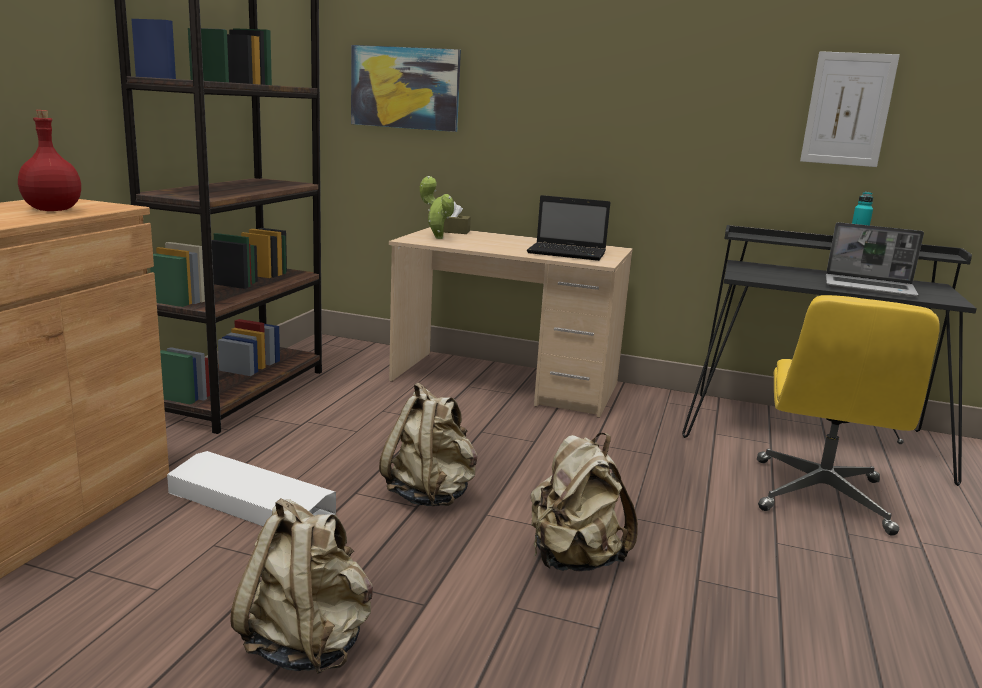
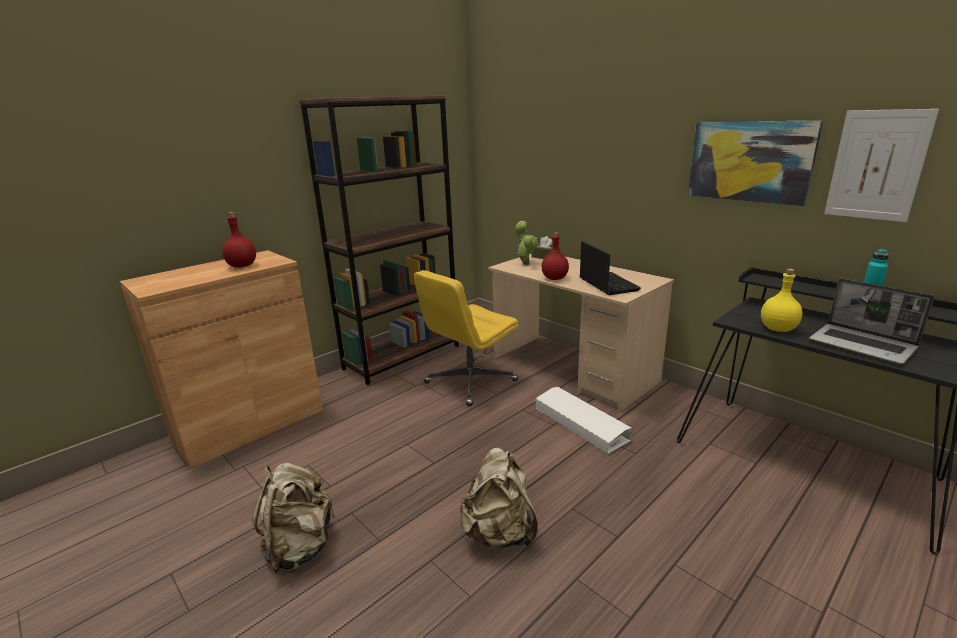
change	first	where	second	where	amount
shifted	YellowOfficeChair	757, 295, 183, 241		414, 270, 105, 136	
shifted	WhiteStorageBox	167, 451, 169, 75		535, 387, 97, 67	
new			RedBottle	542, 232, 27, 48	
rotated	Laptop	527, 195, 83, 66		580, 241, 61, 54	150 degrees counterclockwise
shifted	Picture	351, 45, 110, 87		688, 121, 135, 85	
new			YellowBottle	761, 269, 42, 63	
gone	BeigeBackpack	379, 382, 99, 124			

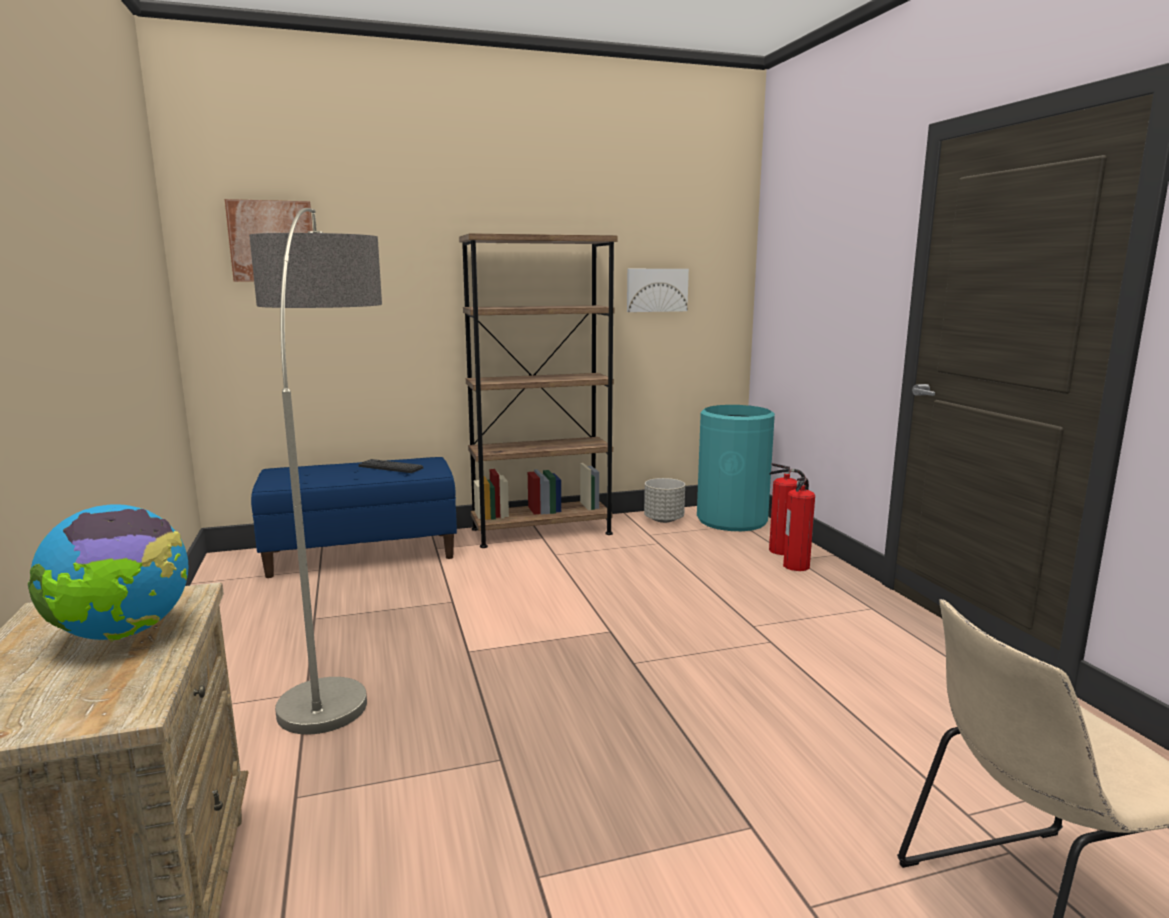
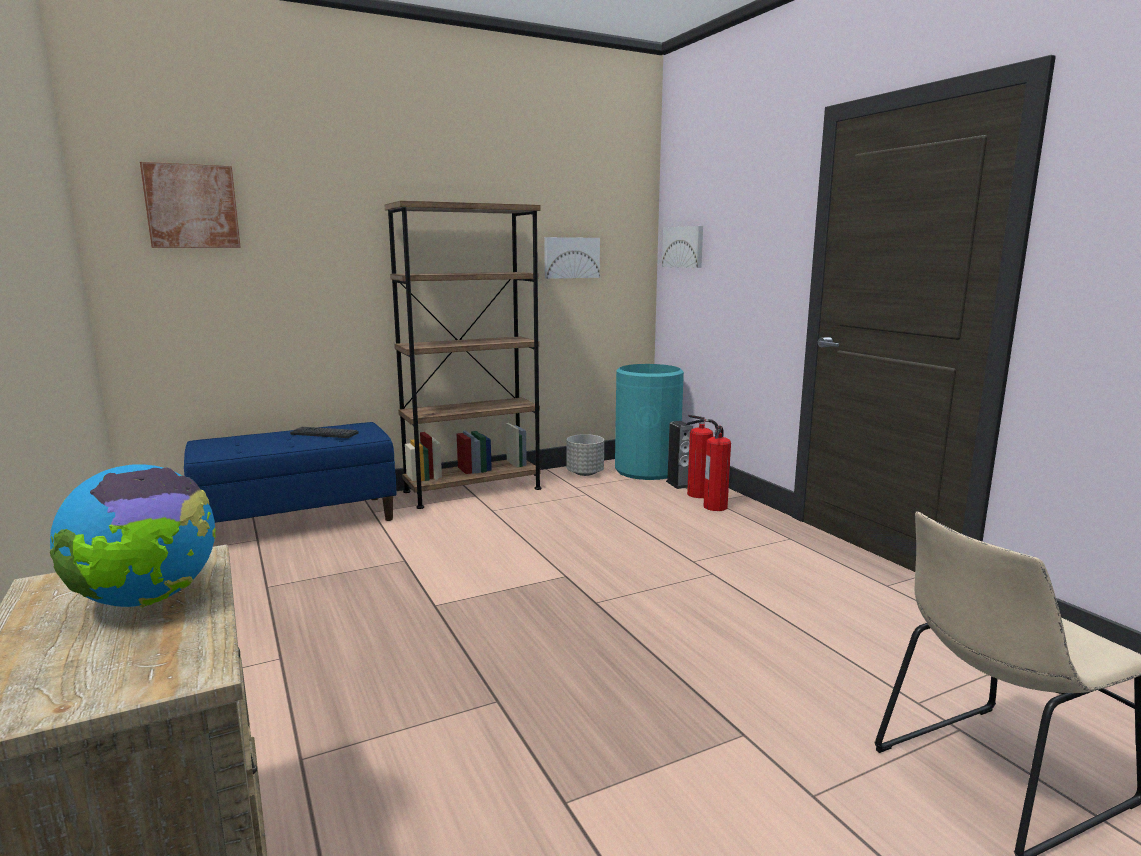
change	first	where	second	where	amount
new			Picture	662, 226, 41, 42	
new			Speaker	666, 421, 27, 68	
gone	FloorLamp	249, 208, 133, 527			

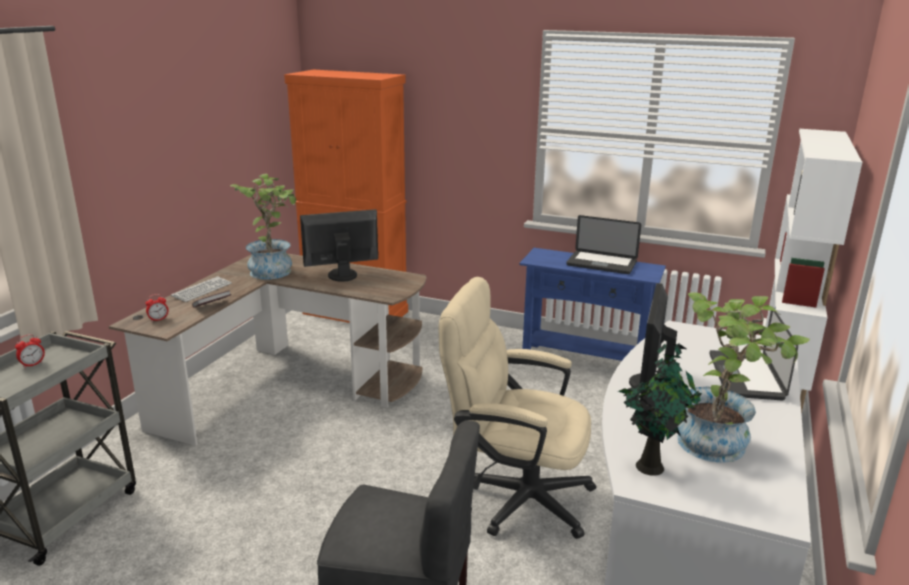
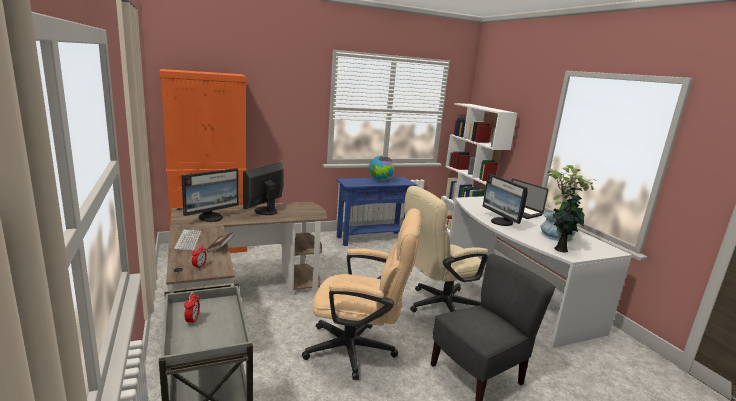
change	first	where	second	where	amount
swapped	PottedPlant	230, 173, 66, 106	Monitor	181, 168, 58, 54	
new			BeigeOfficeChair	302, 208, 119, 172	
swapped	Laptop	566, 215, 75, 59	Globe	369, 156, 25, 25	

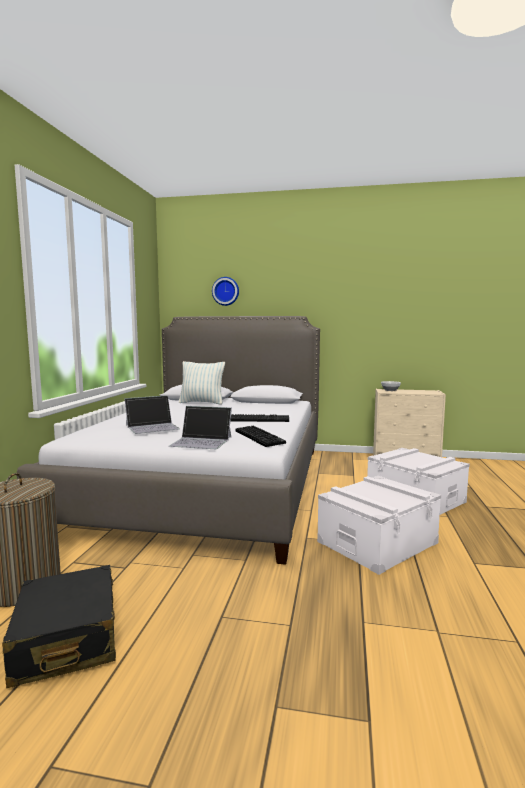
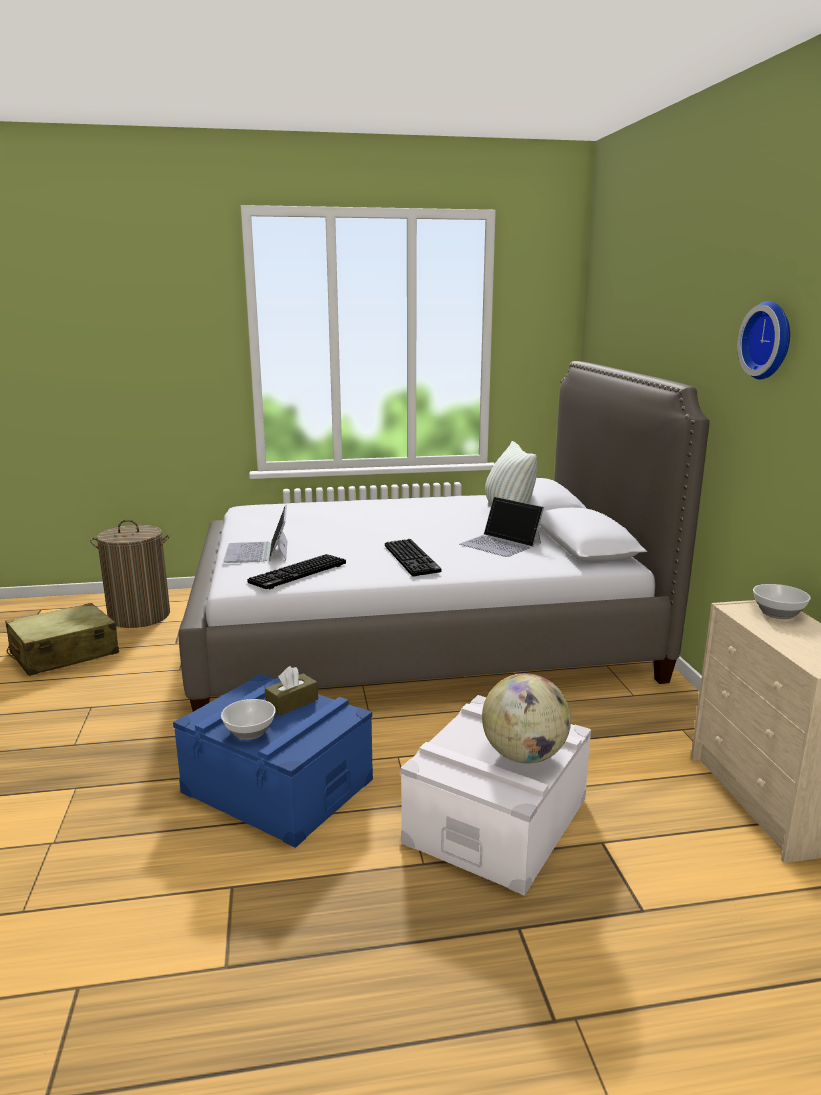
change	first	where	second	where	amount
repainted	BlackSuitcase	2, 565, 114, 123	BeigeSuitcase	5, 603, 114, 73	
repainted	WhiteStorageBox	317, 476, 124, 99	BlueStorageBox	173, 674, 200, 174	
new			Bowl	221, 699, 55, 41	
new			BrownTissueBox	265, 666, 53, 50	
shifted	Laptop	125, 395, 55, 39		459, 497, 85, 60	
new			Globe	482, 673, 89, 91	
shifted	WallClock	212, 277, 27, 29		737, 301, 53, 78	

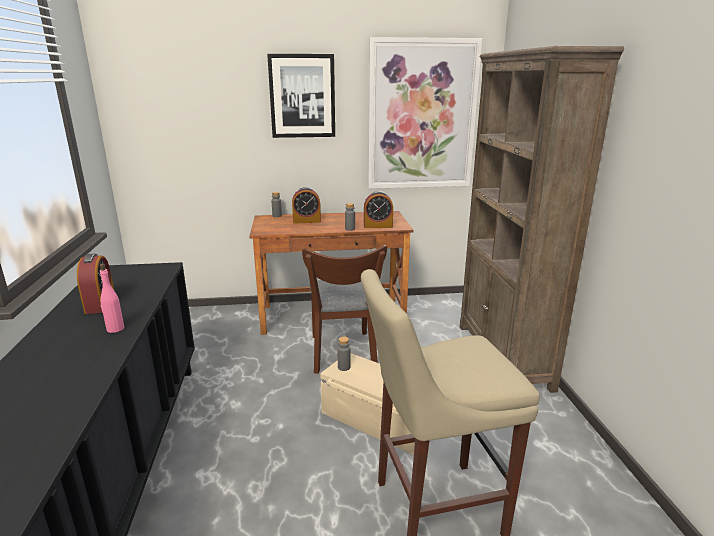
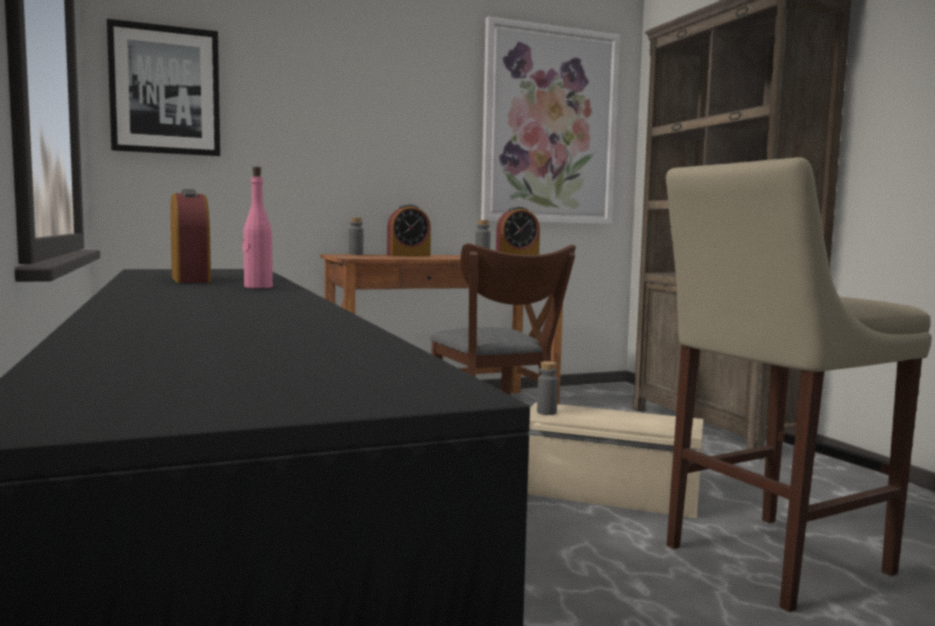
change	first	where	second	where	amount
shifted	Picture	267, 54, 68, 84		107, 19, 113, 137	

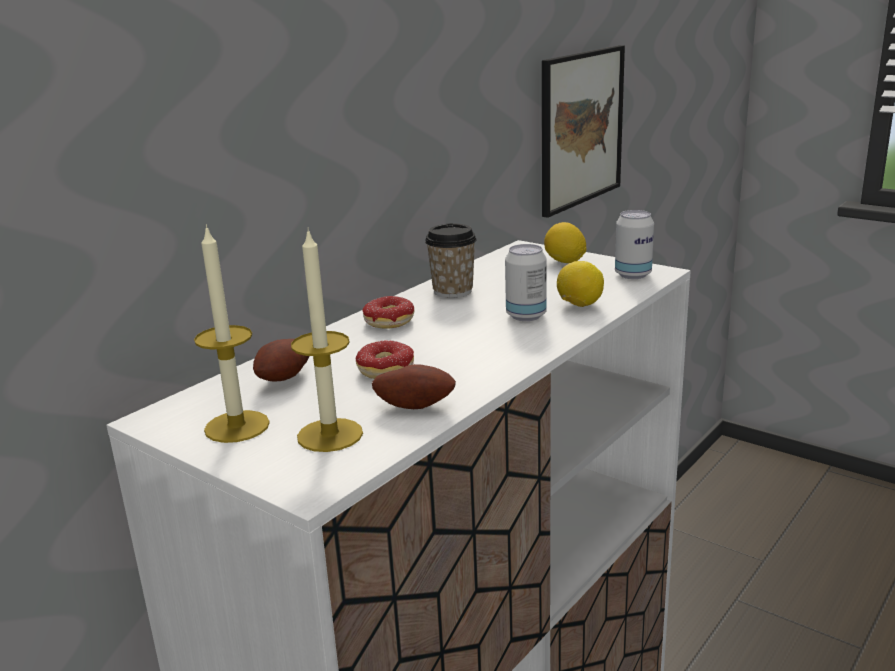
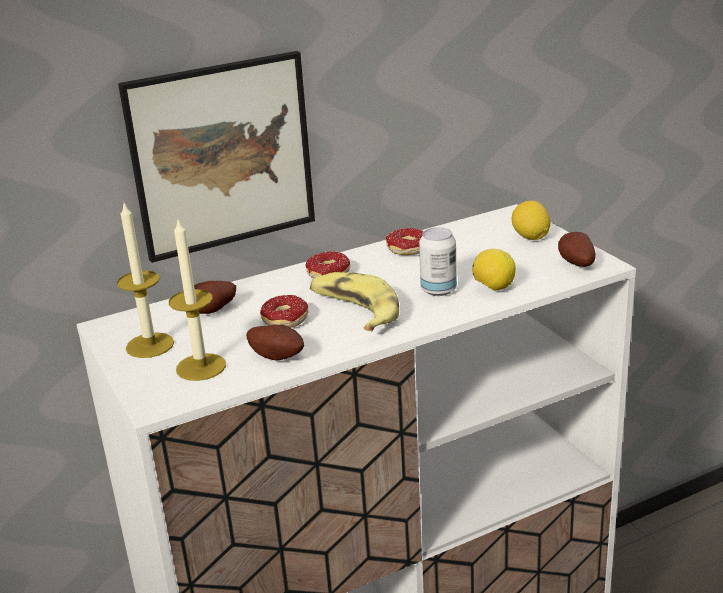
change	first	where	second	where	amount
shifted	Picture	542, 45, 83, 173		118, 51, 197, 212	
new			Banana	310, 272, 89, 59	
swapped	Cup	425, 223, 52, 75	Donut	386, 228, 38, 27	
swapped	Can	615, 210, 39, 69	Potato	558, 232, 38, 35	

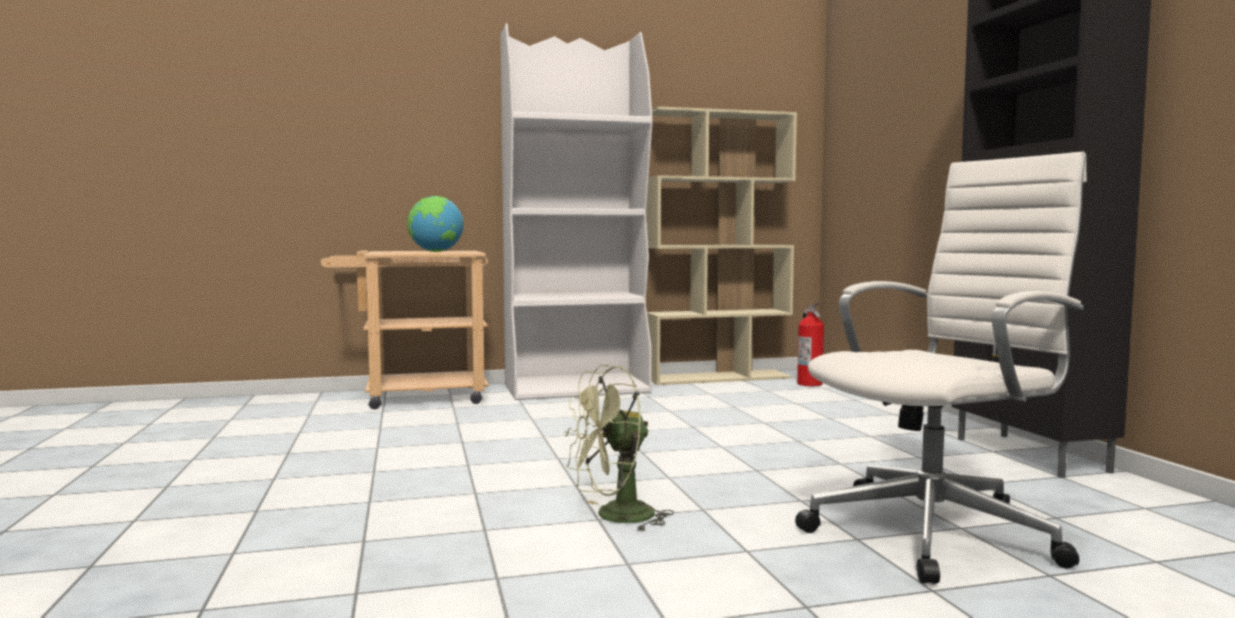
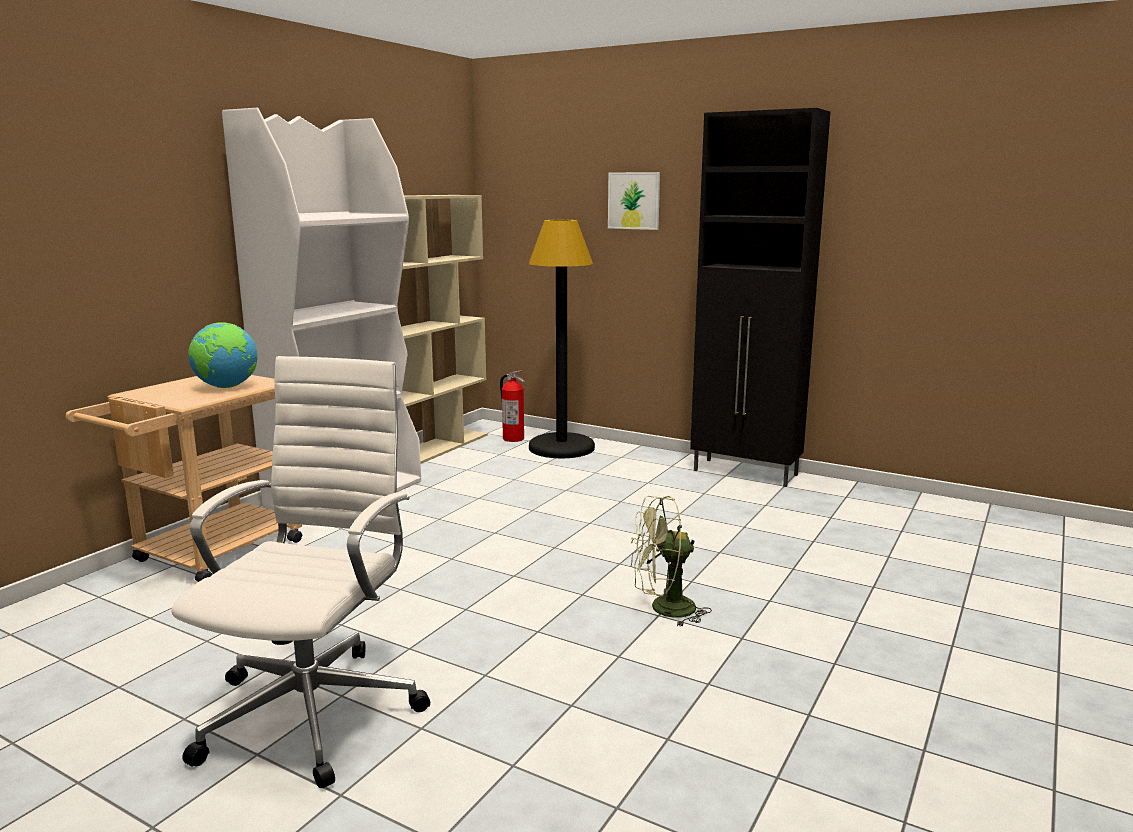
change	first	where	second	where	amount
shifted	WhiteOfficeChair	795, 152, 292, 432		172, 356, 258, 432	
new			BlackFloorLamp	529, 220, 66, 238	
new			Picture	608, 172, 52, 58	
rotated	GreenFan	564, 365, 110, 166		630, 496, 82, 131	60 degrees clockwise

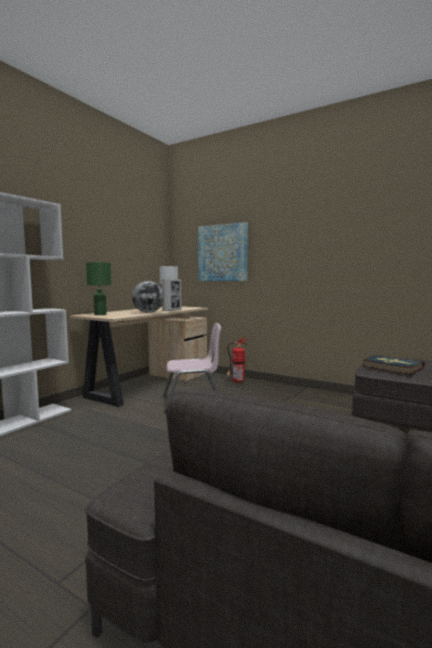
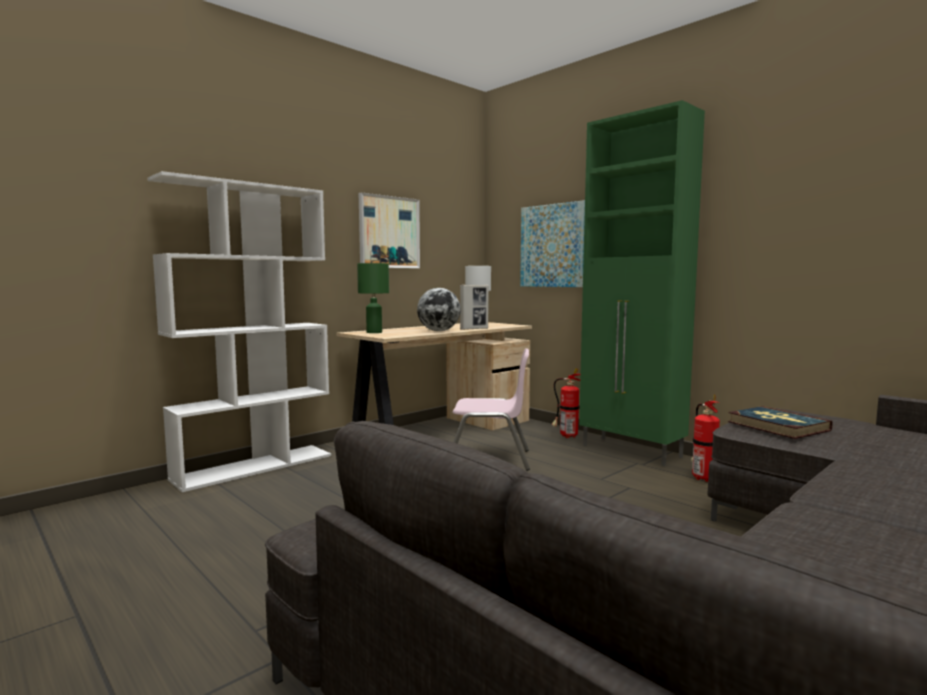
change	first	where	second	where	amount
new			Picture	359, 192, 61, 76	
new			GreenCabinet	579, 100, 126, 366	
new			FireExtinguisher	691, 394, 29, 88	

